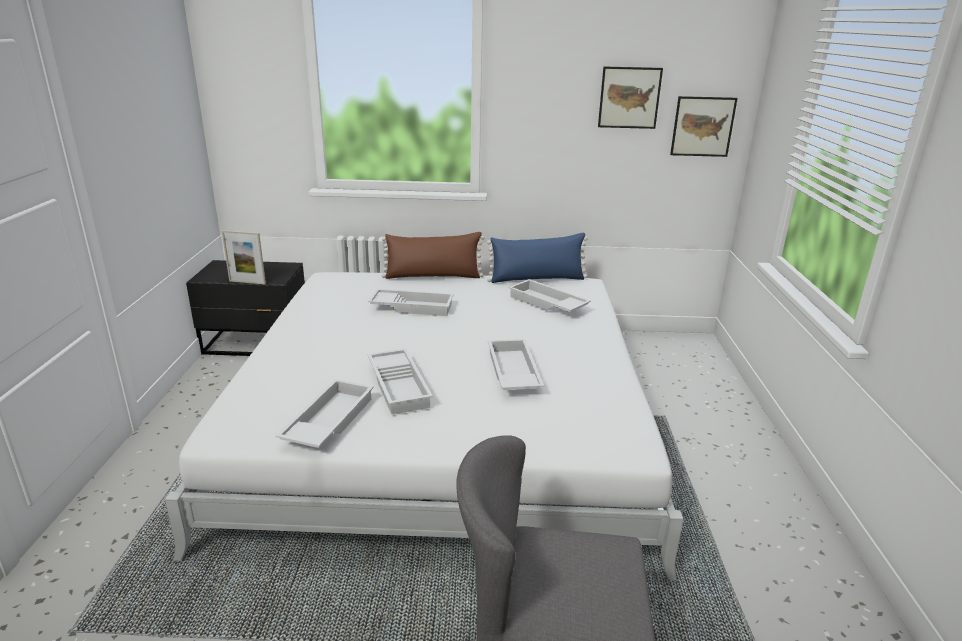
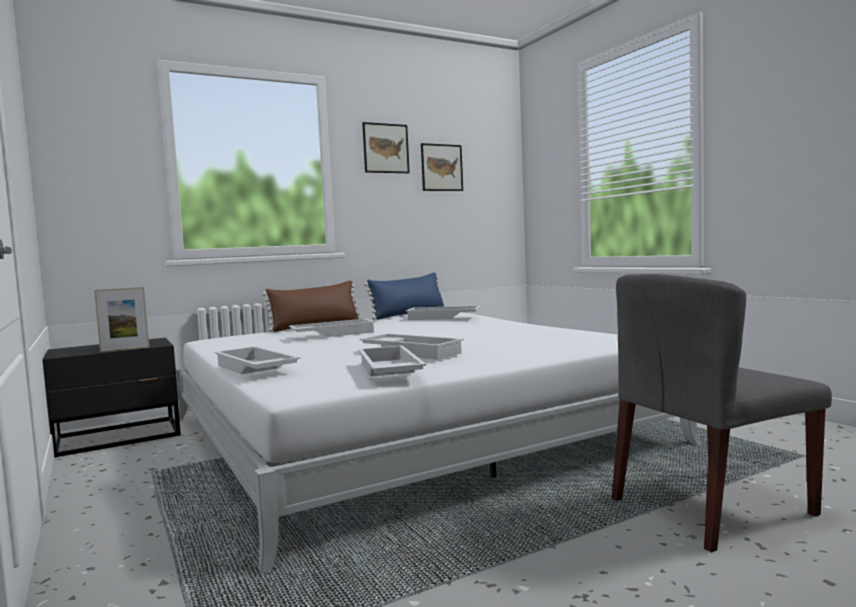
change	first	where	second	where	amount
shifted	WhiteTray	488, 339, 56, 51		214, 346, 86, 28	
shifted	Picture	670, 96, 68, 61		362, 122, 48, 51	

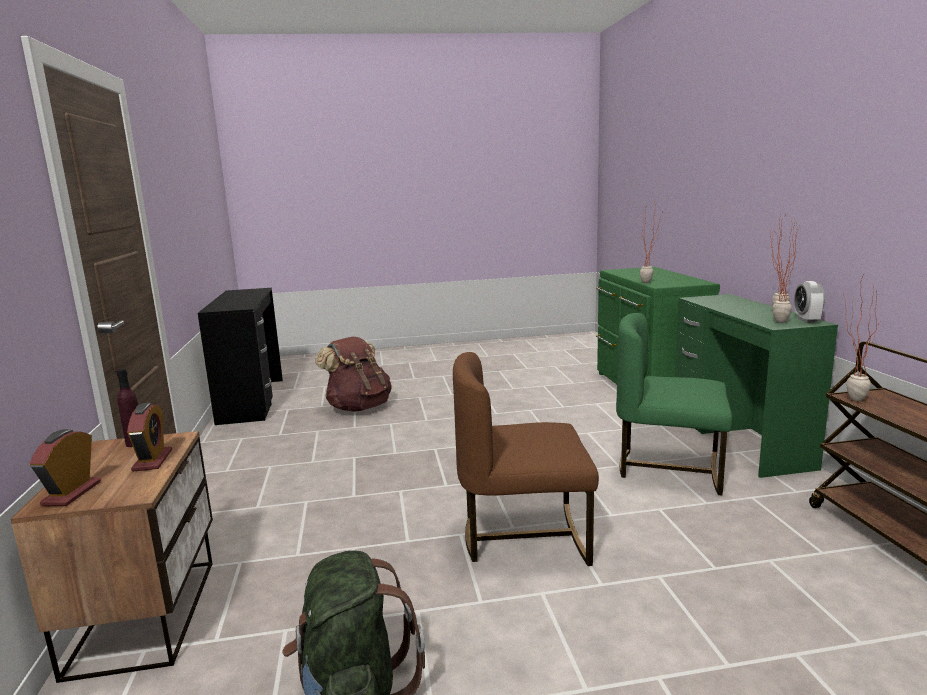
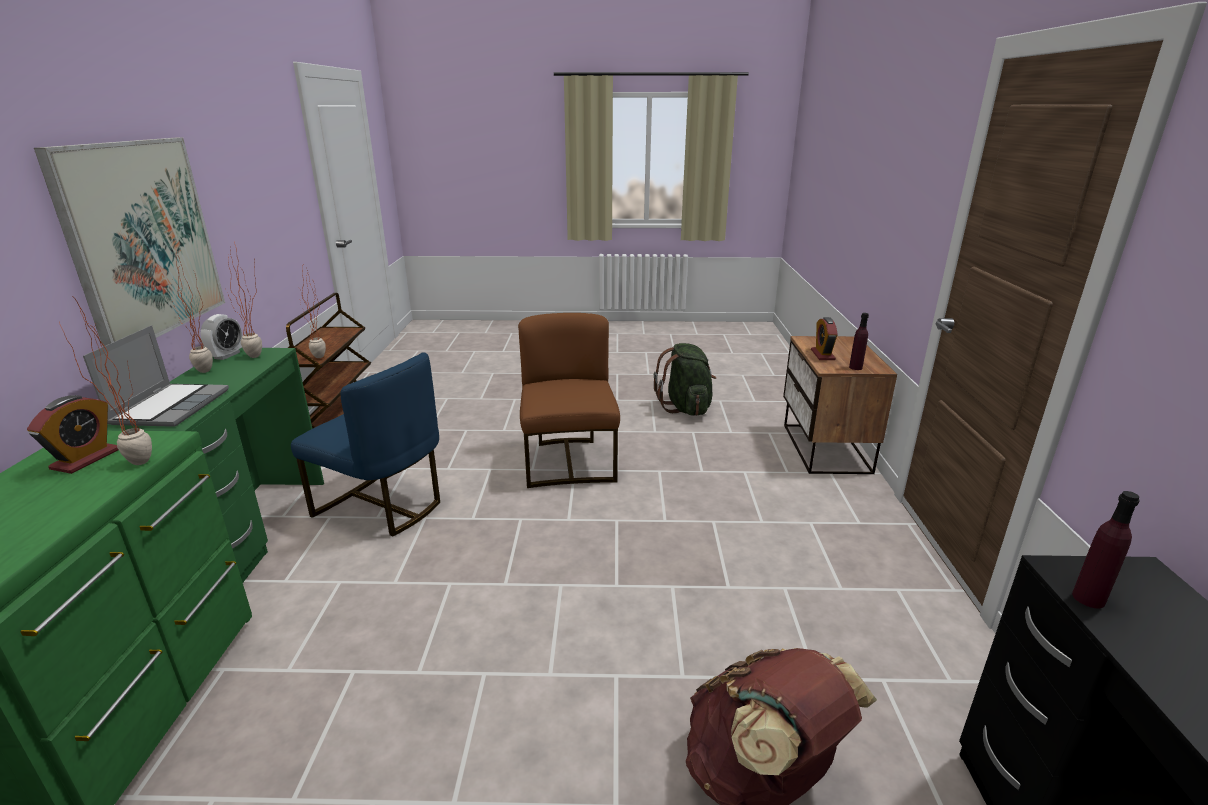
change	first	where	second	where	amount
shifted	AlarmClock	29, 429, 72, 77		27, 395, 92, 79	
new			Picture	34, 138, 191, 209	
new			Laptop	83, 325, 146, 102	
repainted	GreenChair	616, 313, 117, 183	BlueChair	291, 352, 149, 185	
rotated	BrownChair	453, 352, 146, 214		518, 313, 102, 175	105 degrees counterclockwise
new			PurpleBottle	1072, 491, 68, 117	

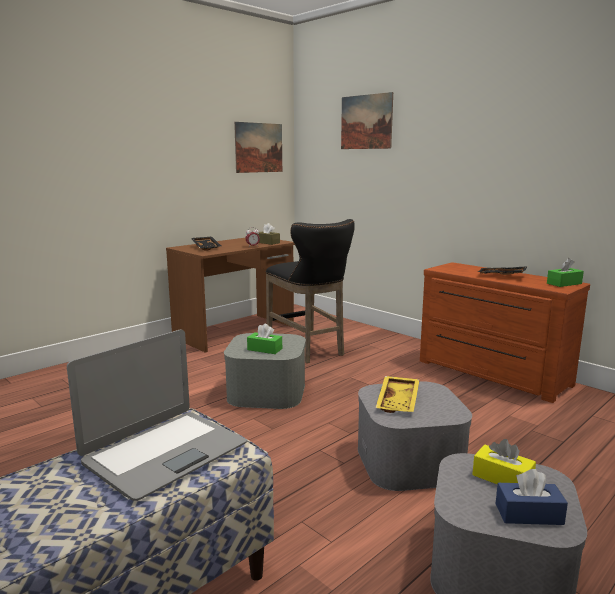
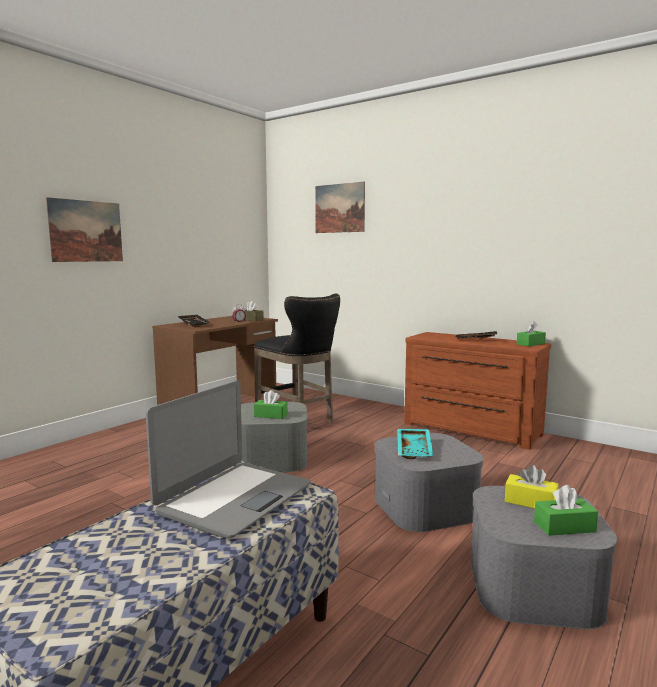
change	first	where	second	where	amount
shifted	Picture	234, 122, 48, 51		46, 197, 77, 65	
repainted	YellowTray	375, 376, 45, 37	TurquoiseTray	397, 429, 37, 30	
repainted	BlueTissueBox	496, 469, 72, 56	GreenTissueBox	534, 485, 64, 51	

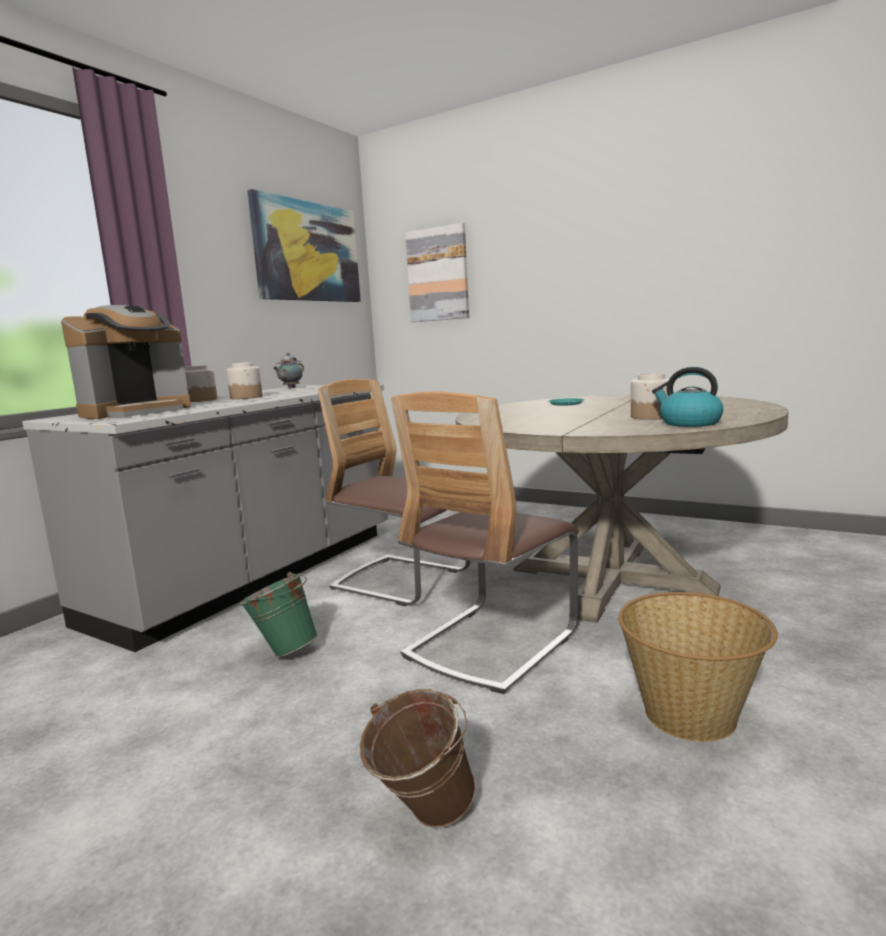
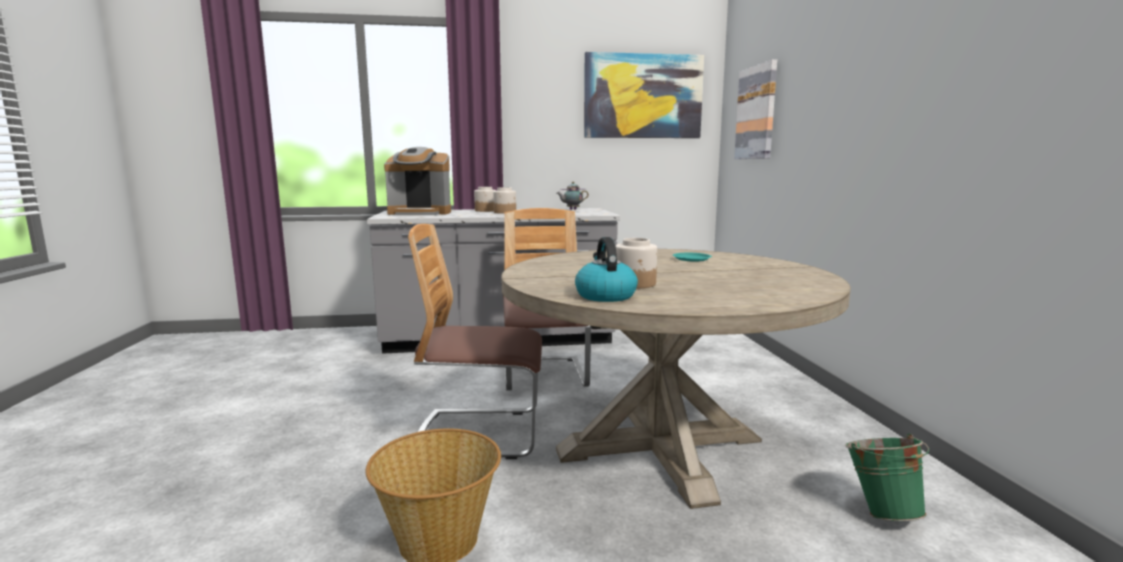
change	first	where	second	where	amount
shifted	GreenBucket	239, 572, 79, 85		845, 434, 84, 87	
gone	BrownBucket	360, 688, 116, 140			

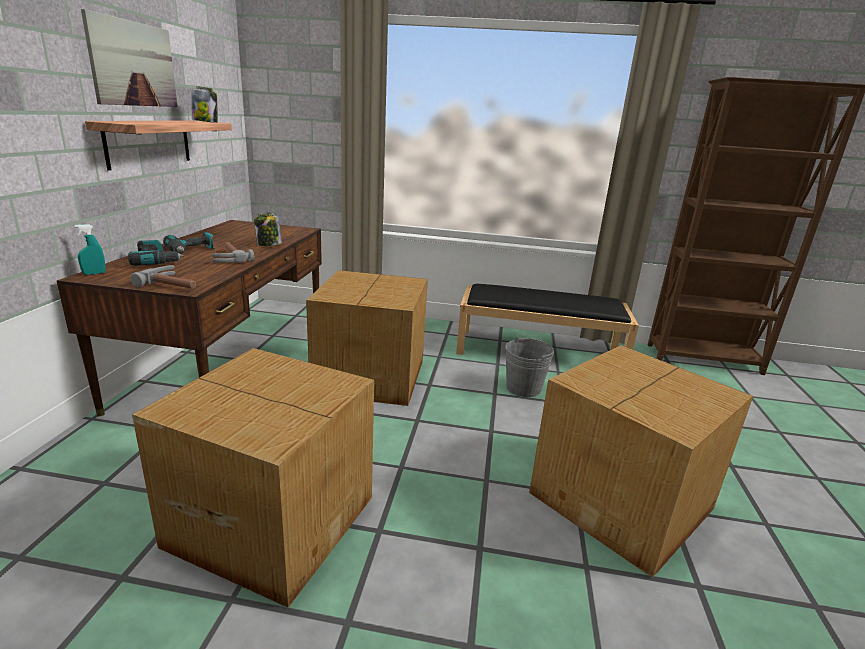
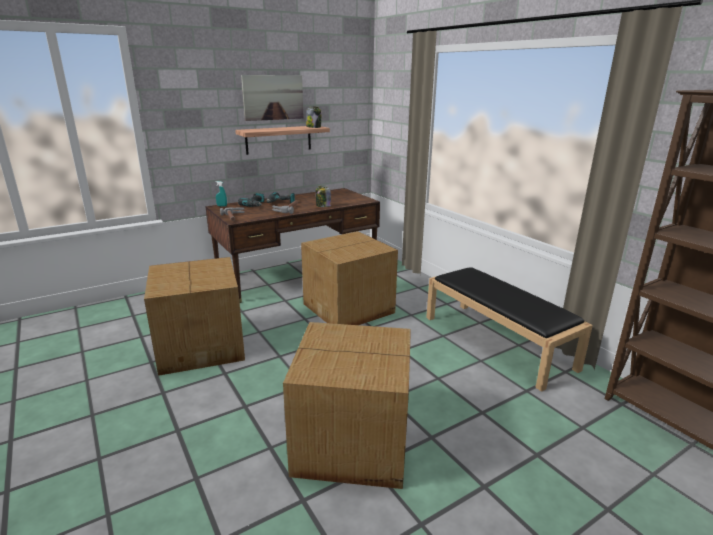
change	first	where	second	where	amount
gone	GreyBucket	505, 337, 49, 60			

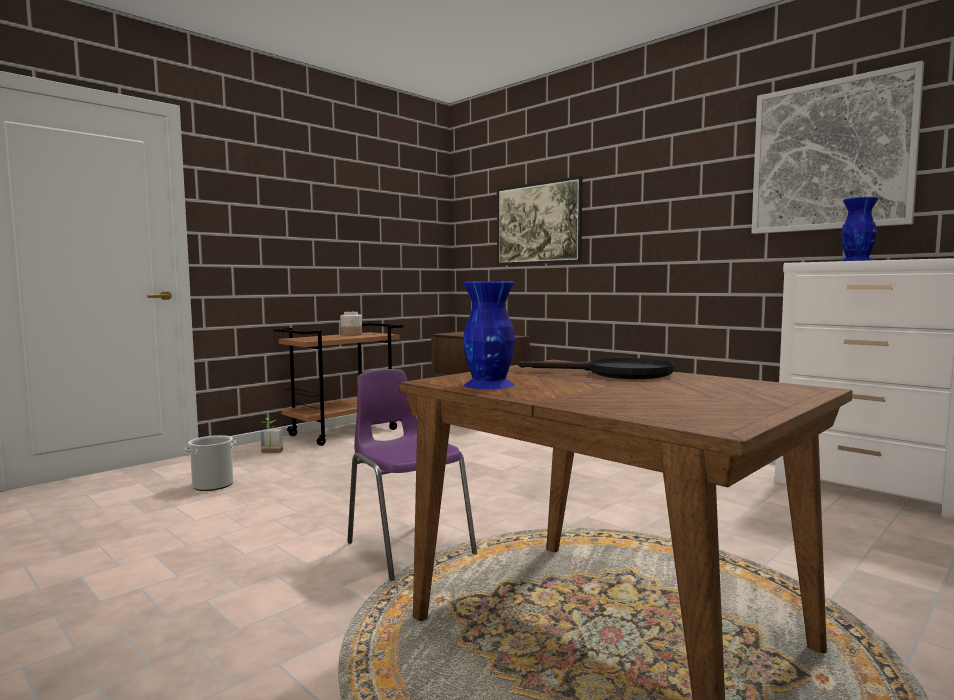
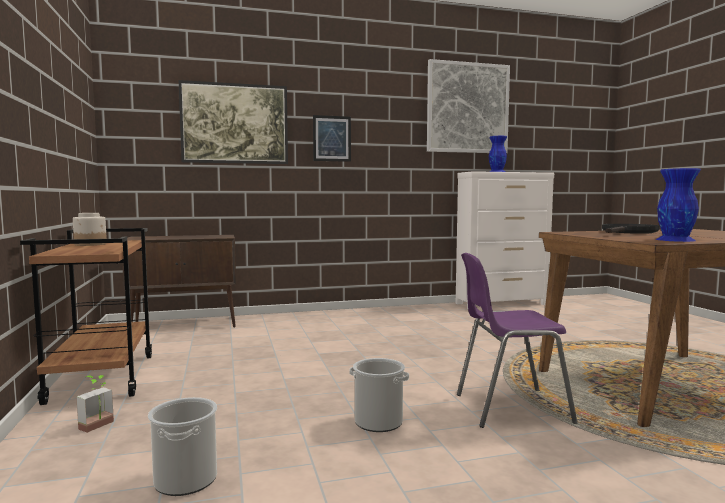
change	first	where	second	where	amount
new			Picture	313, 115, 38, 47	
new			Bucket	349, 358, 60, 74	

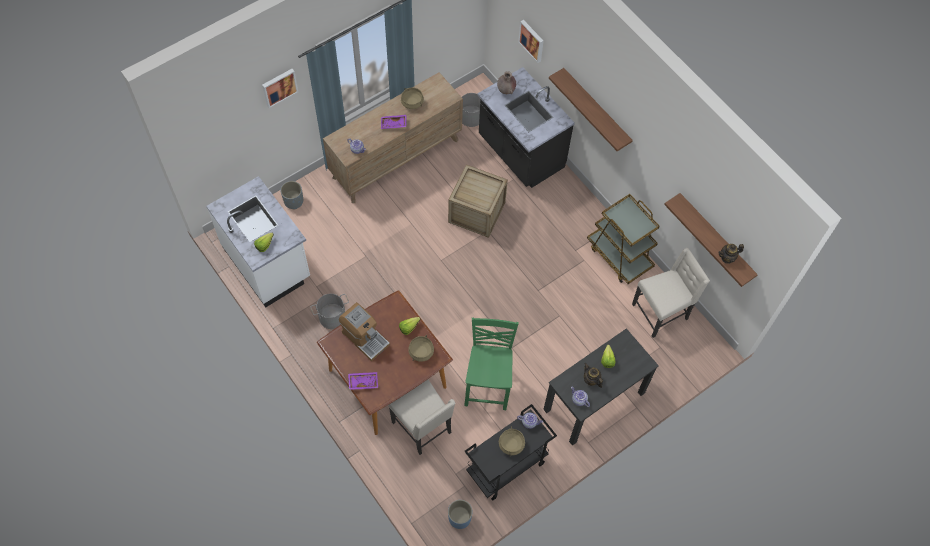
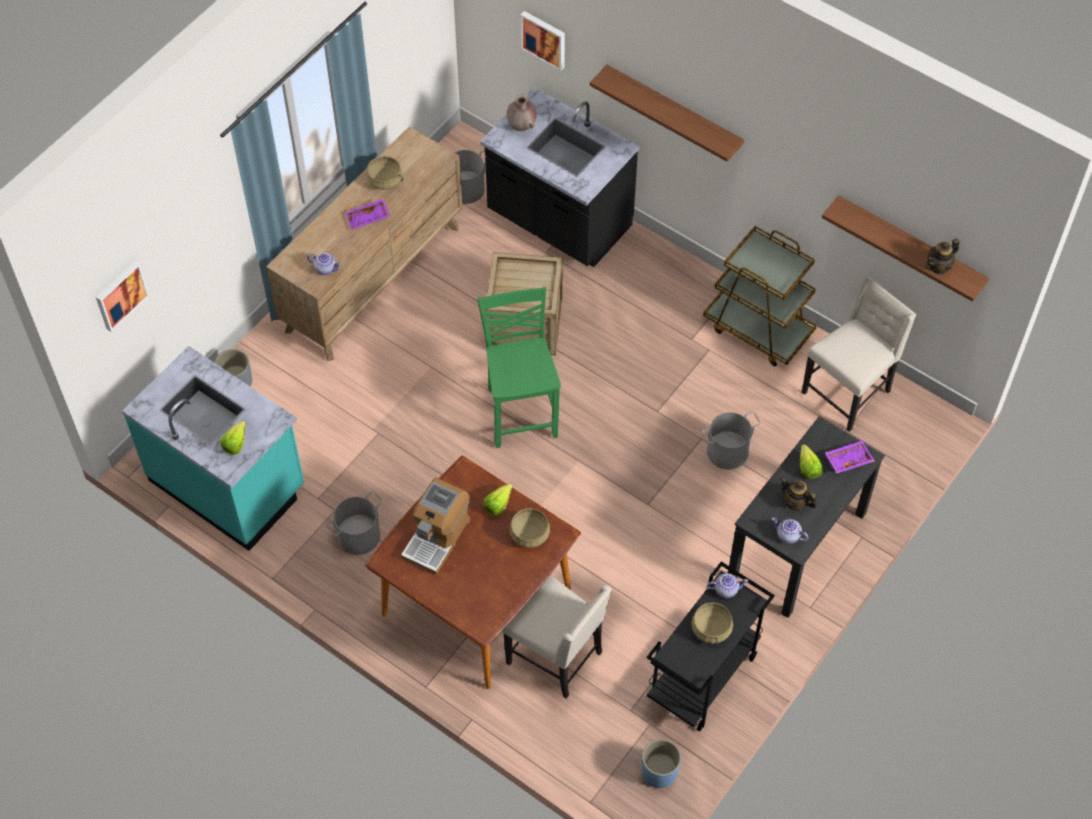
change	first	where	second	where	amount
shifted	Picture	262, 69, 36, 39		96, 261, 53, 71	
repainted	WhiteCounter	206, 176, 104, 131	TurquoiseCounter	122, 346, 182, 205	
rotated	CoffeeMachine	339, 302, 51, 59		401, 477, 69, 98	90 degrees clockwise
shifted	GreenChair	464, 318, 55, 92		477, 287, 84, 161	
new			GreyBucket	702, 411, 59, 59	
shifted	PurpleTray	348, 372, 30, 18		825, 440, 49, 33	

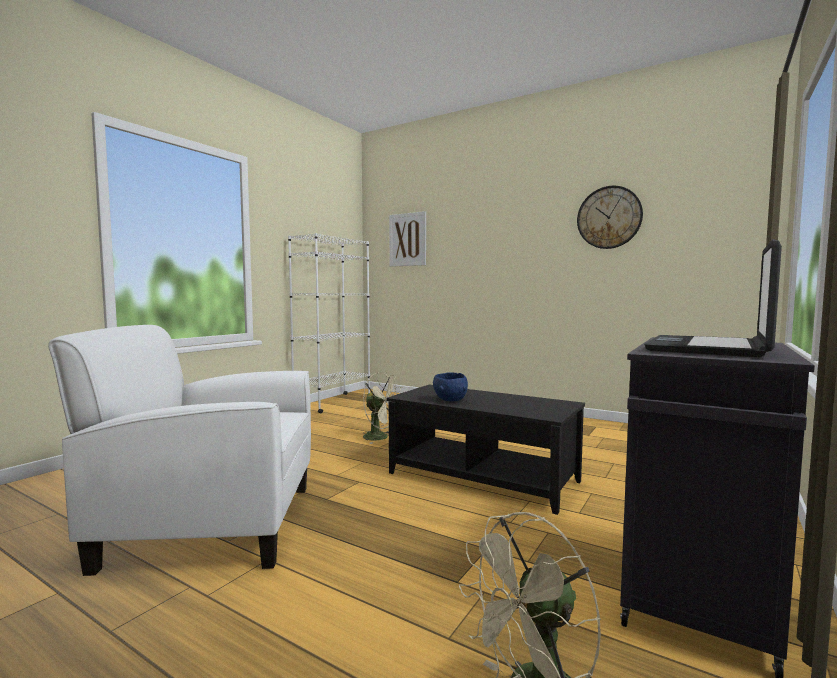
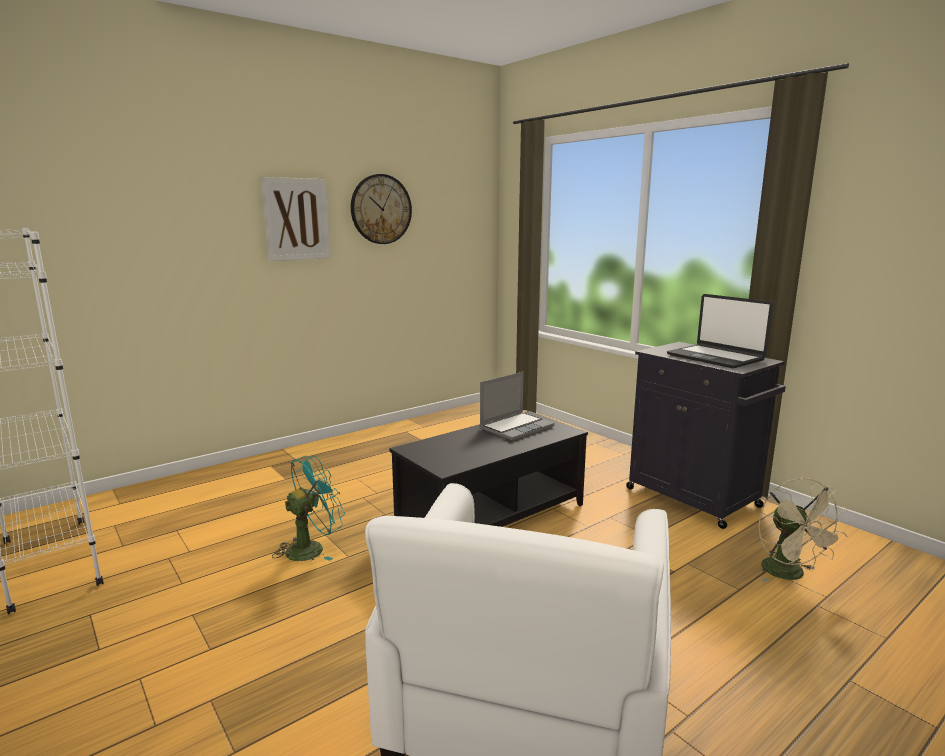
change	first	where	second	where	amount
shifted	Picture	389, 211, 37, 56		261, 177, 70, 84	
repainted	BeigeFan	363, 372, 40, 72	TurquoiseFan	272, 456, 73, 105	
new			Laptop	479, 372, 76, 69	
gone	BlueBowl	433, 372, 35, 29			

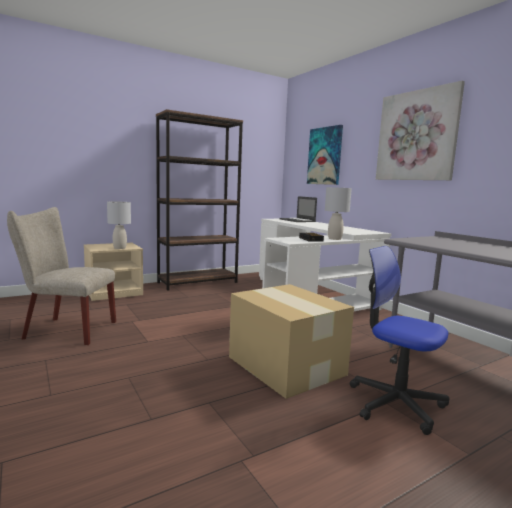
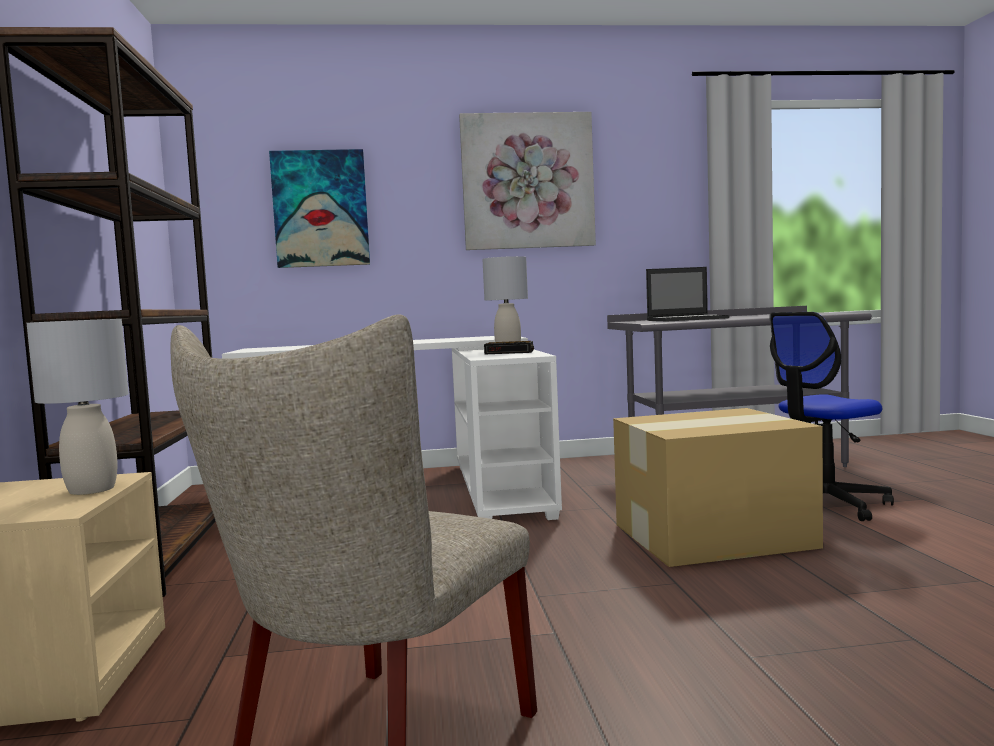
change	first	where	second	where	amount
shifted	Laptop	280, 196, 37, 26		646, 267, 83, 54	

